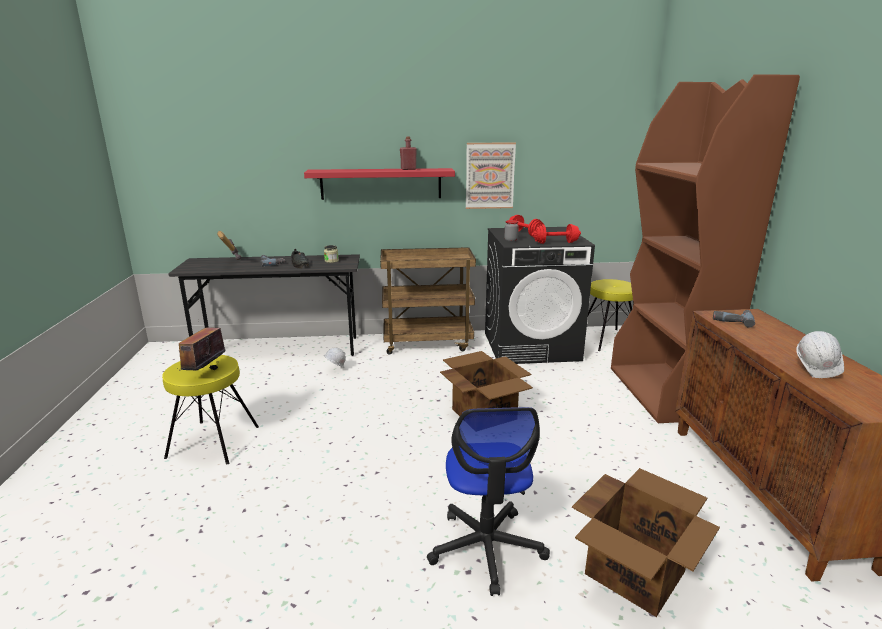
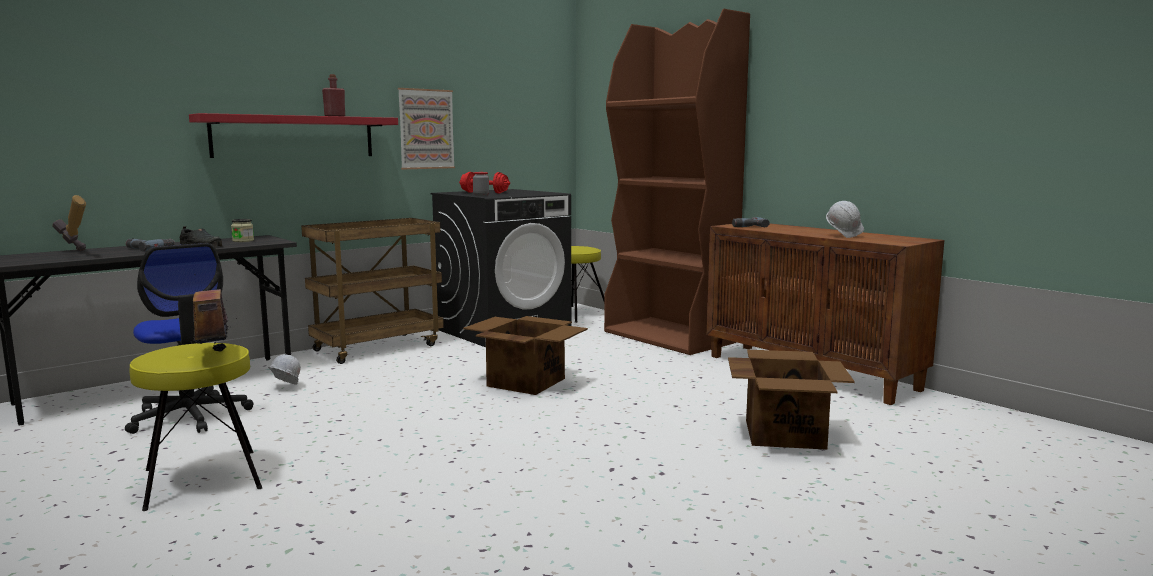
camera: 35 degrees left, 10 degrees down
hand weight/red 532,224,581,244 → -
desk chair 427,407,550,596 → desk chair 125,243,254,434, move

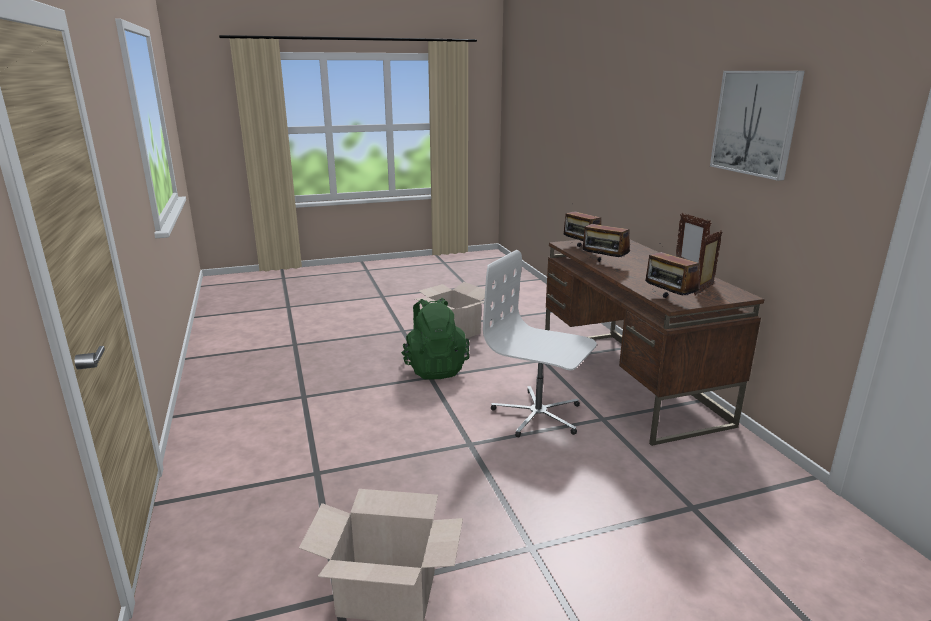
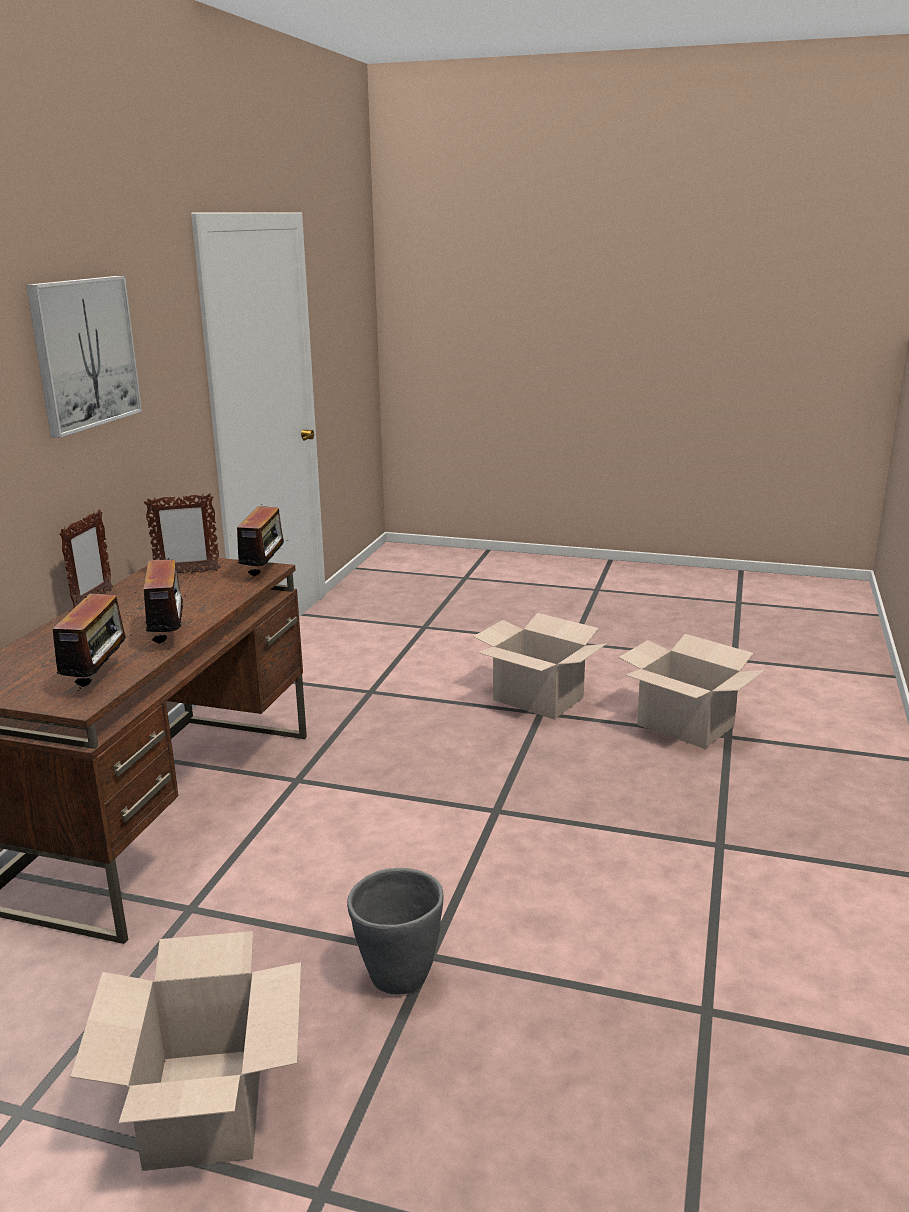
camera: 145 degrees left, 0 degrees up
desk chair/whitish 483,250,597,438 → -
- → carton 473,613,607,719
rucksack/green 401,298,469,379 → flower pot/gray 347,868,443,994

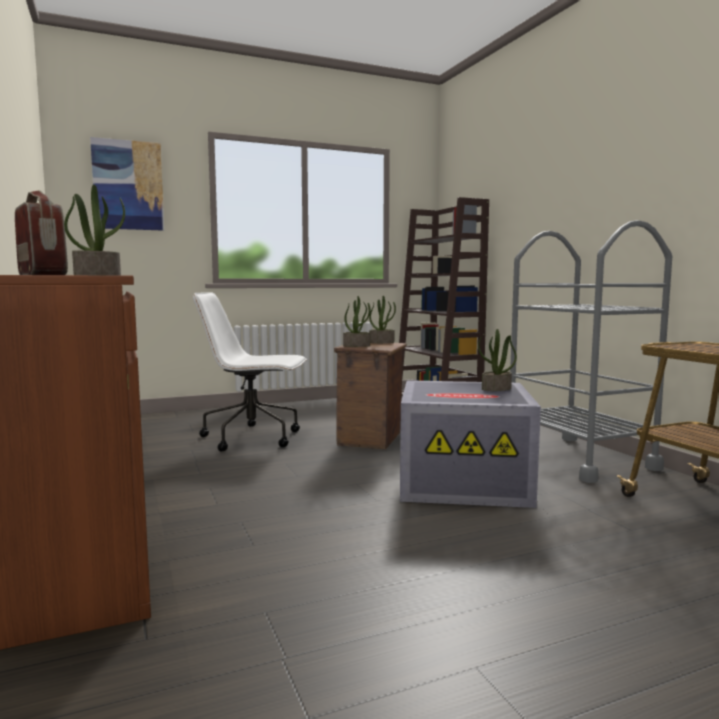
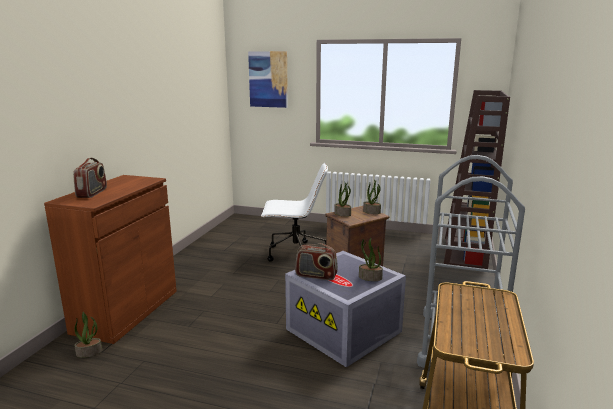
camera: 40 degrees right, 10 degrees up
- → radio set 295,243,338,280
houseplant 64,185,125,276 → houseplant 74,311,102,358, move
desk chair/whitish 193,292,307,451 → desk chair/whitish 261,163,328,262, 135 degrees clockwise

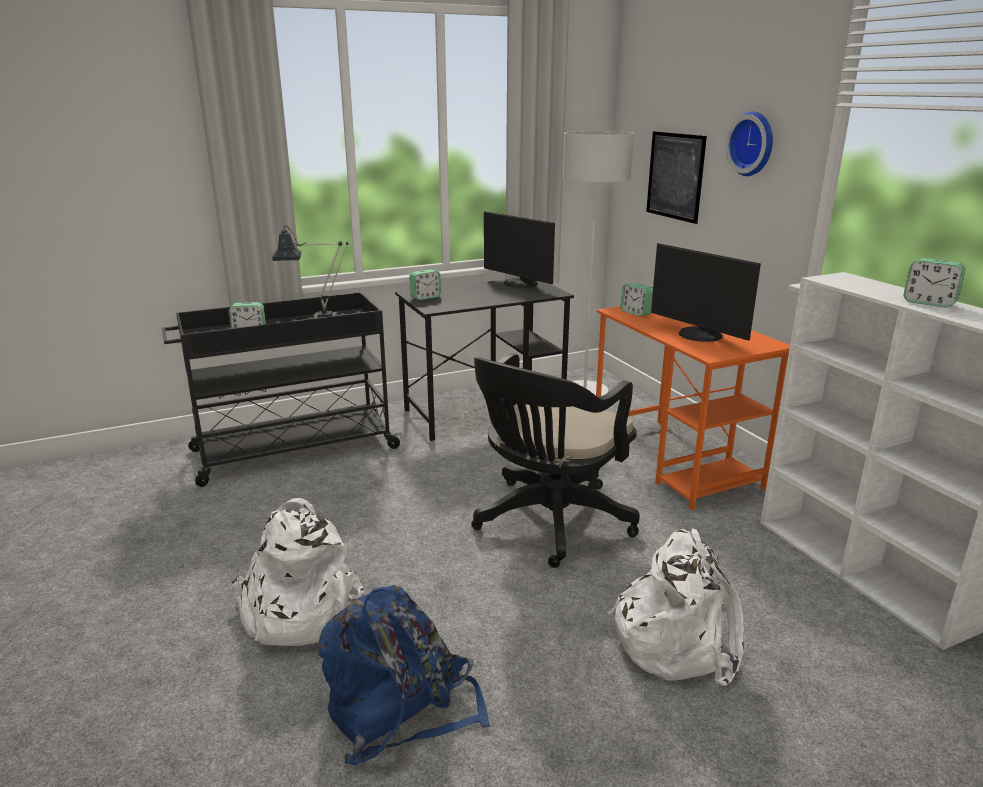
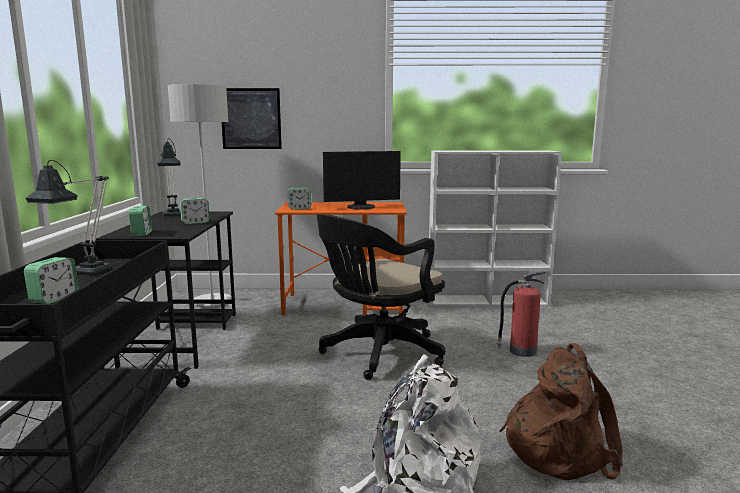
camera: 65 degrees left, 10 degrees down
hanging clock 725,111,773,176 → -
table clock 904,258,966,308 → table clock 180,198,210,224, move
computer display 484,211,555,288 → tabletop lamp 157,138,181,216
rucksack/whitish 608,529,744,686 → fire-fighting cylinder 497,271,545,357
rucksack/bluish 318,585,490,765 → rucksack/brownish 499,343,623,481
desk chair/blackish 471,353,640,568 → desk chair/blackish 317,214,445,380, 75 degrees clockwise

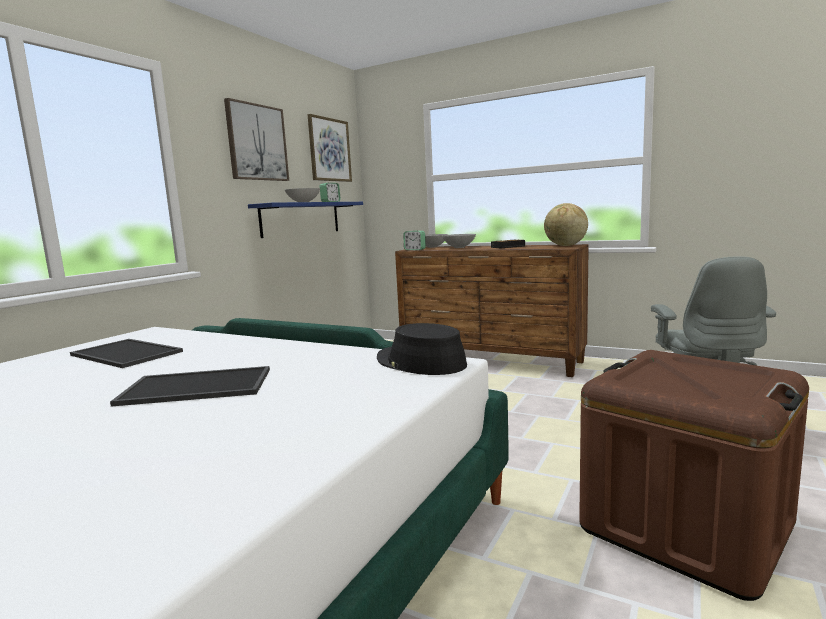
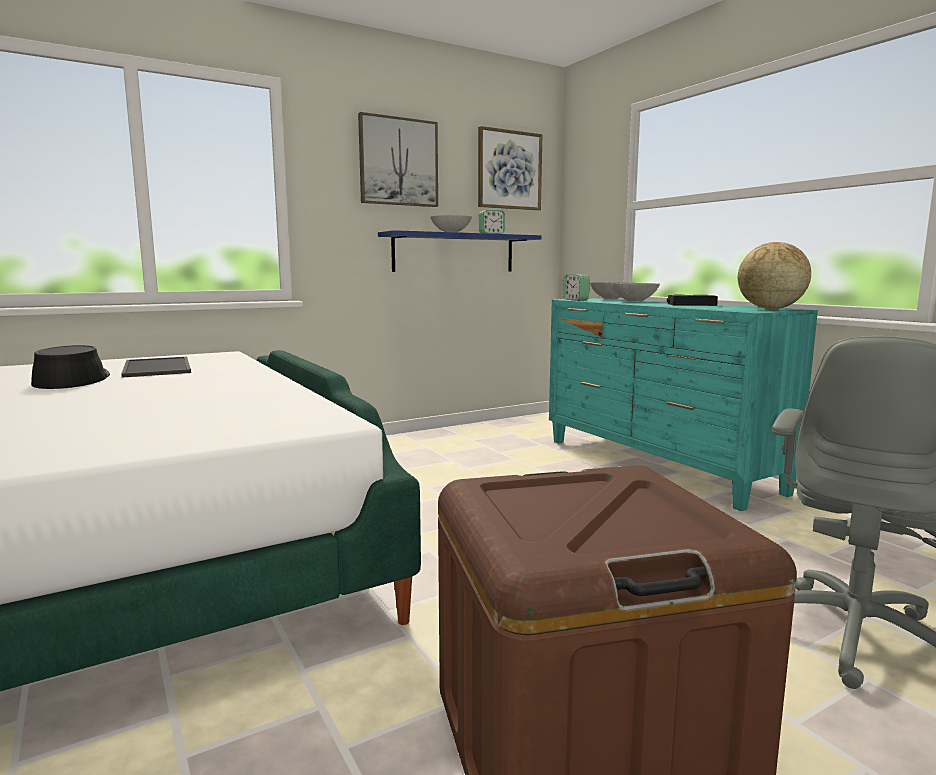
camera: 30 degrees right, 0 degrees up
tray 110,366,270,407 → -
hat/blackish 377,323,467,375 → hat/blackish 31,345,110,389, move
dresser/brownish 395,244,589,377 → dresser/blue-green 549,298,818,511

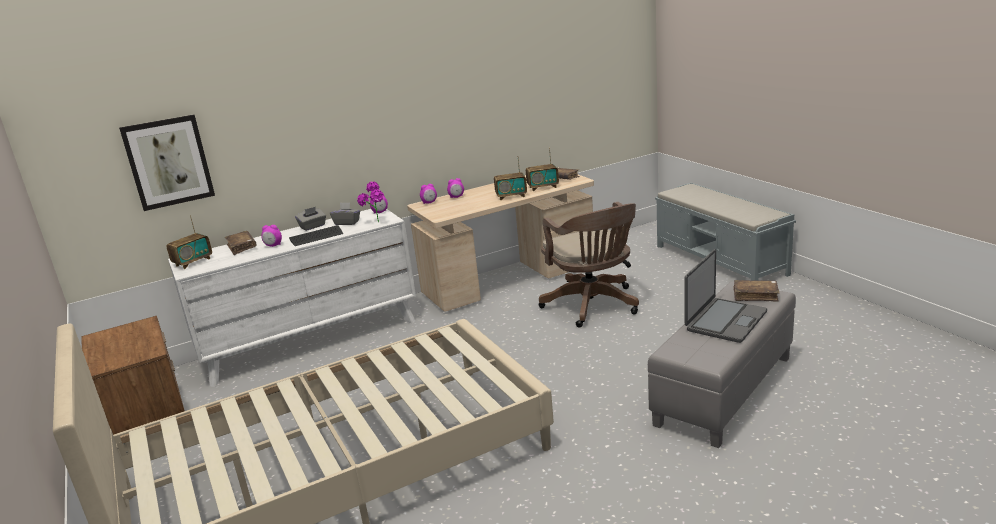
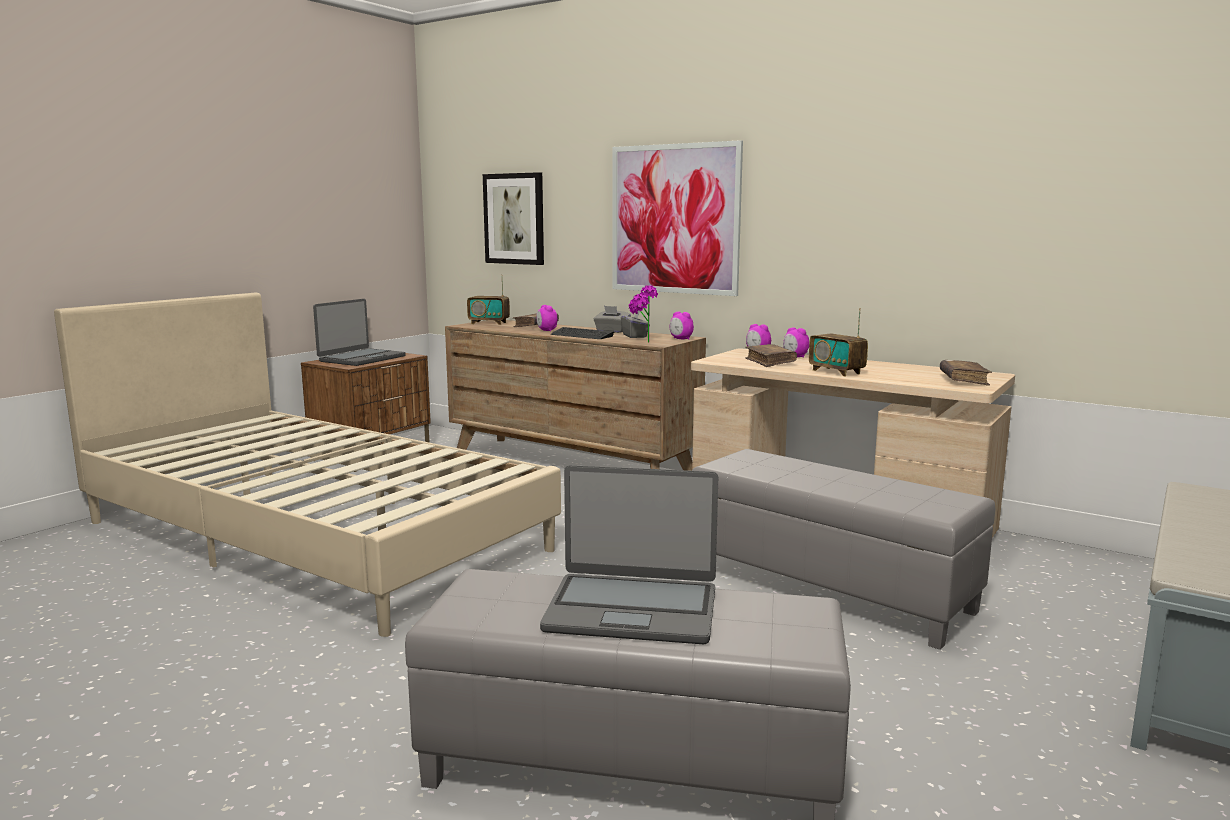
camera: 60 degrees right, 10 degrees down
radio set 526,148,559,191 → -
- → portable computer 313,299,406,366
- → wall picture 612,140,743,296
volume/brownish 733,280,779,302 → volume/brownish 745,344,797,367, move
desk chair/brownish 538,202,639,327 → pouffe/gray 692,449,995,650
dresser/whitish 168,209,416,387 → dresser/brownish 445,320,706,471

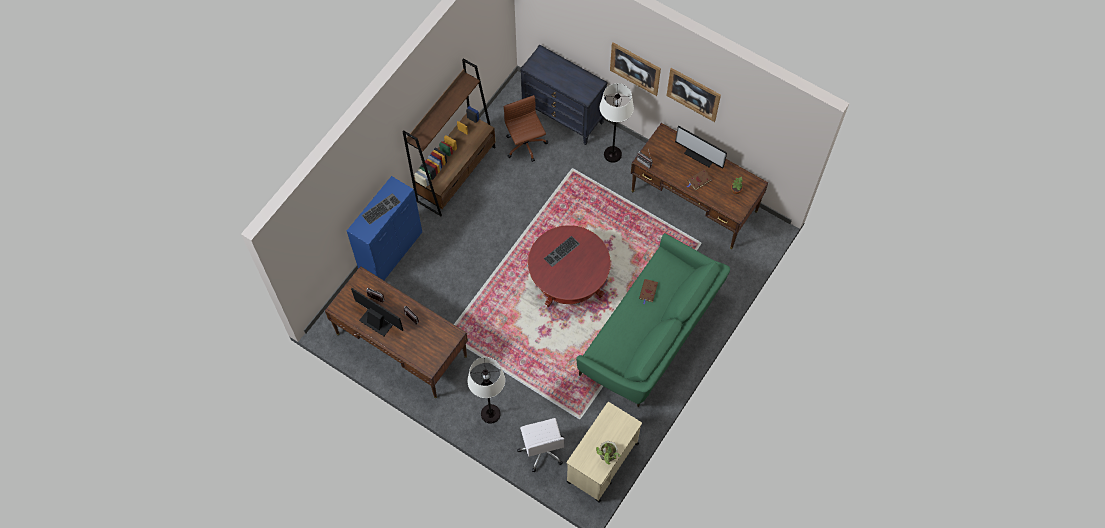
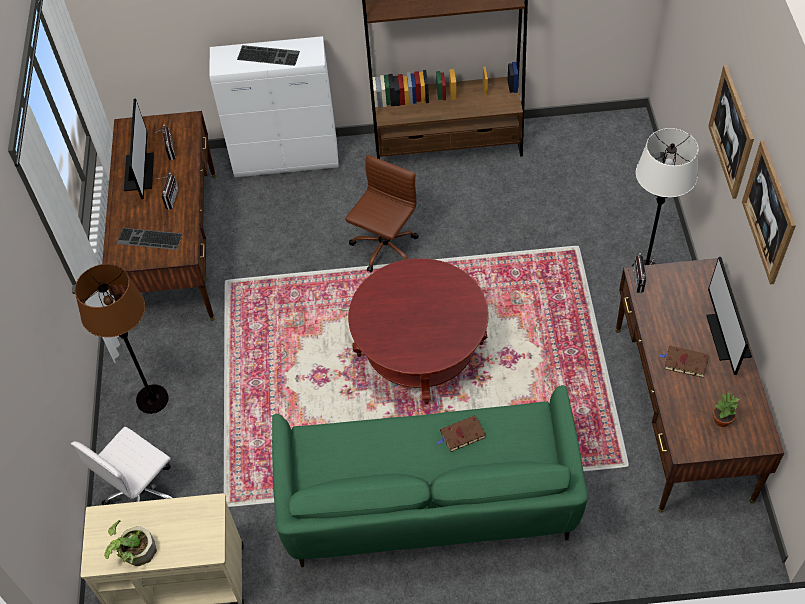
camera: 55 degrees right, 10 degrees down
dresser/blackish 520,45,607,145 → -
desk chair/brownish 504,95,548,162 → desk chair/brownish 345,155,419,273, move
computer keyboard 544,236,580,267 → computer keyboard 116,228,183,250, move
cupboard/bluish 347,176,422,280 → cupboard/whitish 209,36,339,177
floor lamp/whitish 467,357,505,424 → floor lamp/brownish 75,264,169,414

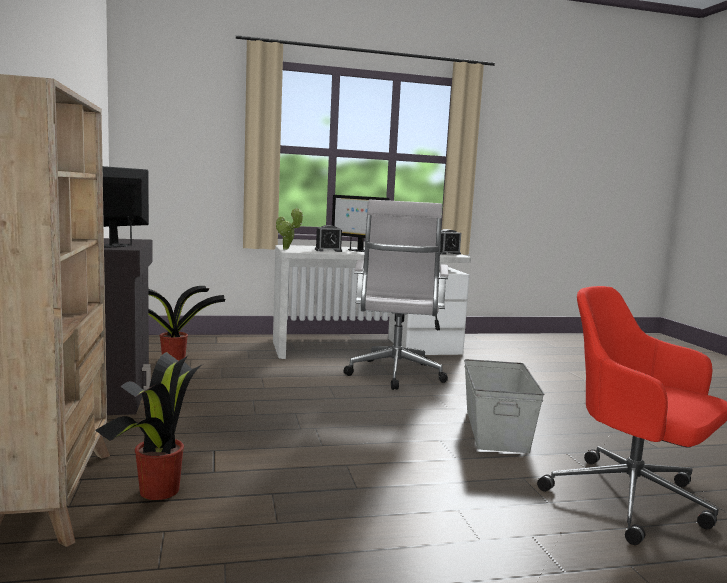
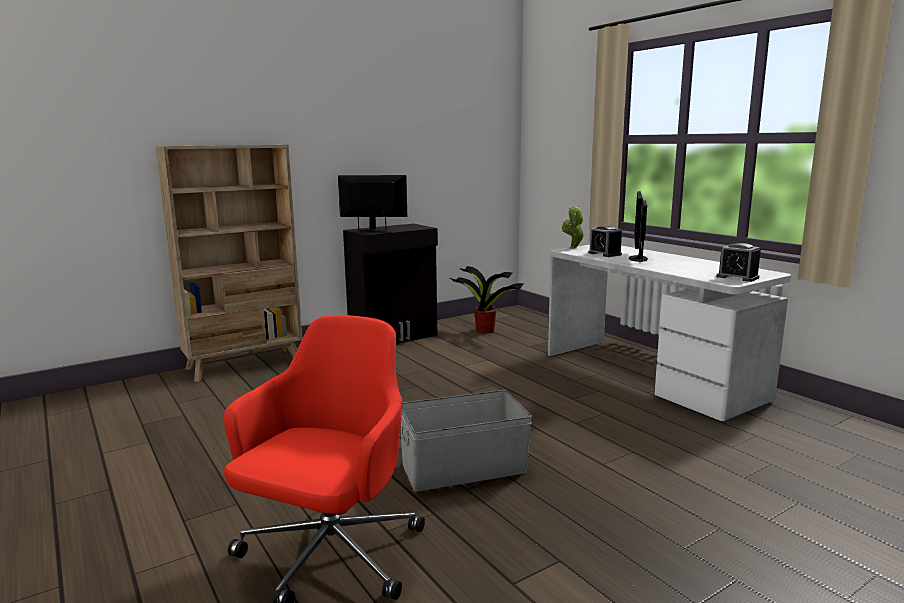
camera: 70 degrees right, 5 degrees up
houseplant 95,352,203,500 → -
desk chair/whitish 344,200,448,390 → -

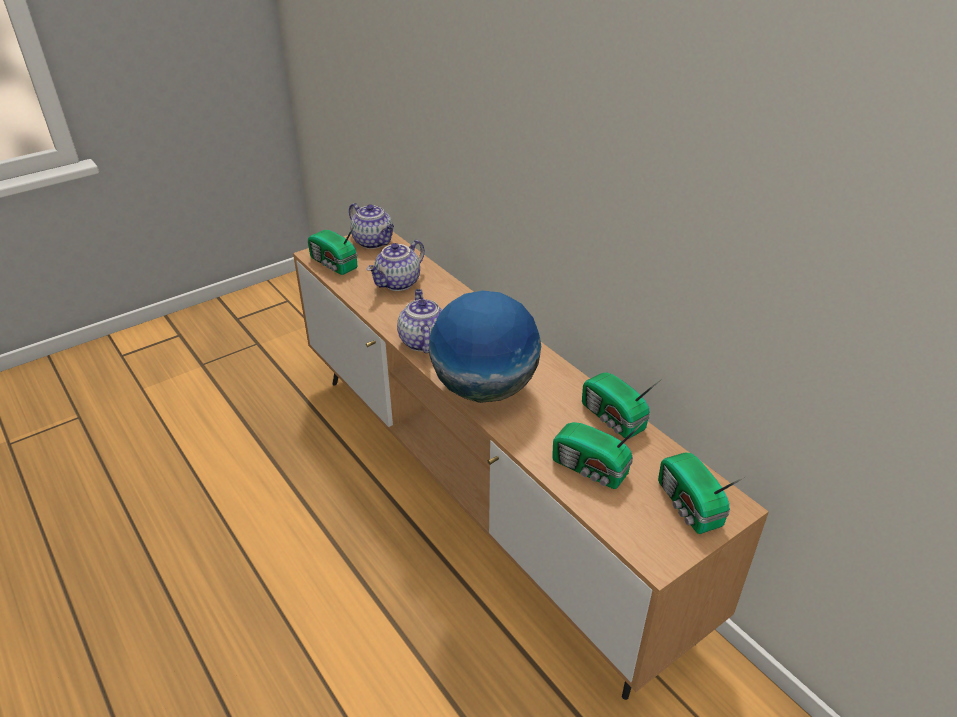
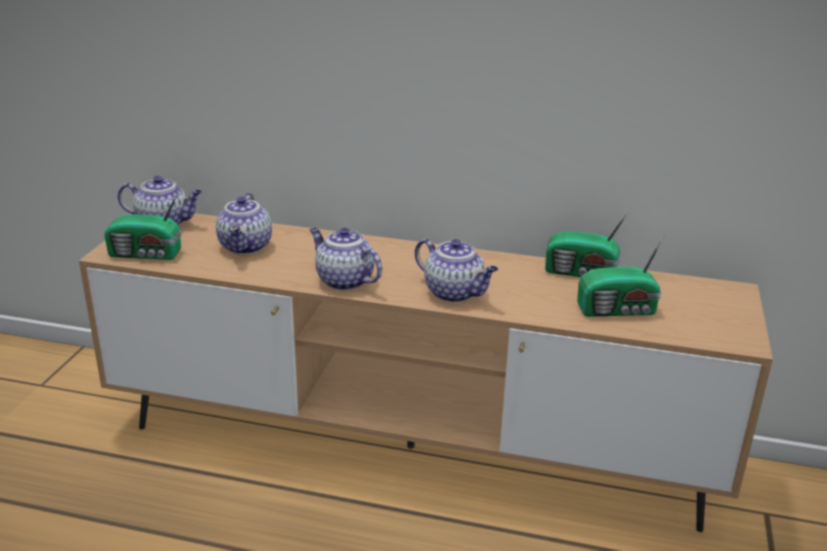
camera: 40 degrees left, 10 degrees down
radio set 658,452,745,534 → -
desk globe 429,290,541,403 → pot for tea 415,239,498,302

